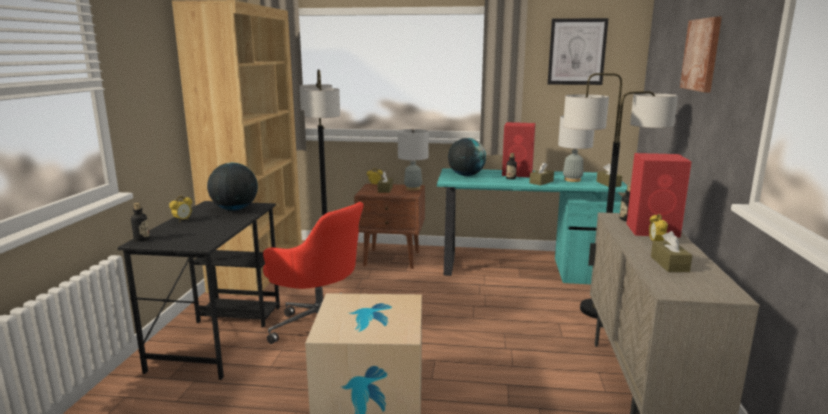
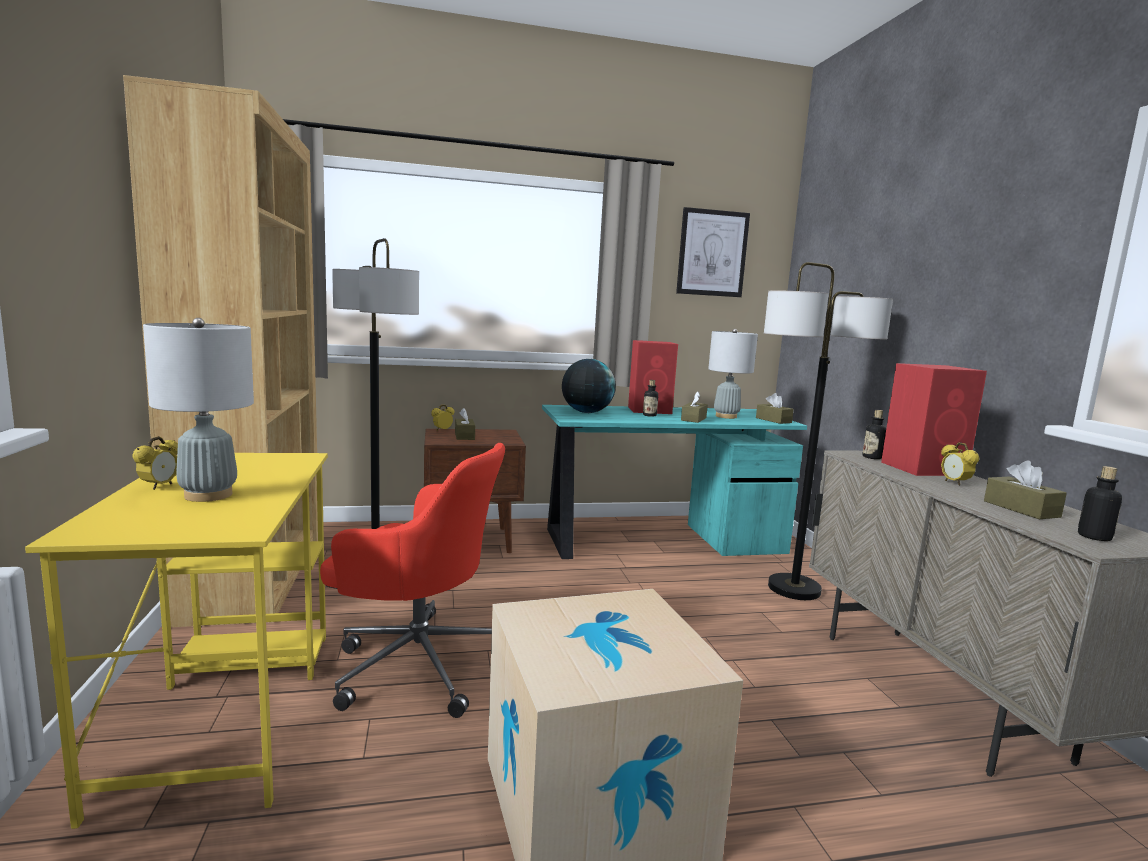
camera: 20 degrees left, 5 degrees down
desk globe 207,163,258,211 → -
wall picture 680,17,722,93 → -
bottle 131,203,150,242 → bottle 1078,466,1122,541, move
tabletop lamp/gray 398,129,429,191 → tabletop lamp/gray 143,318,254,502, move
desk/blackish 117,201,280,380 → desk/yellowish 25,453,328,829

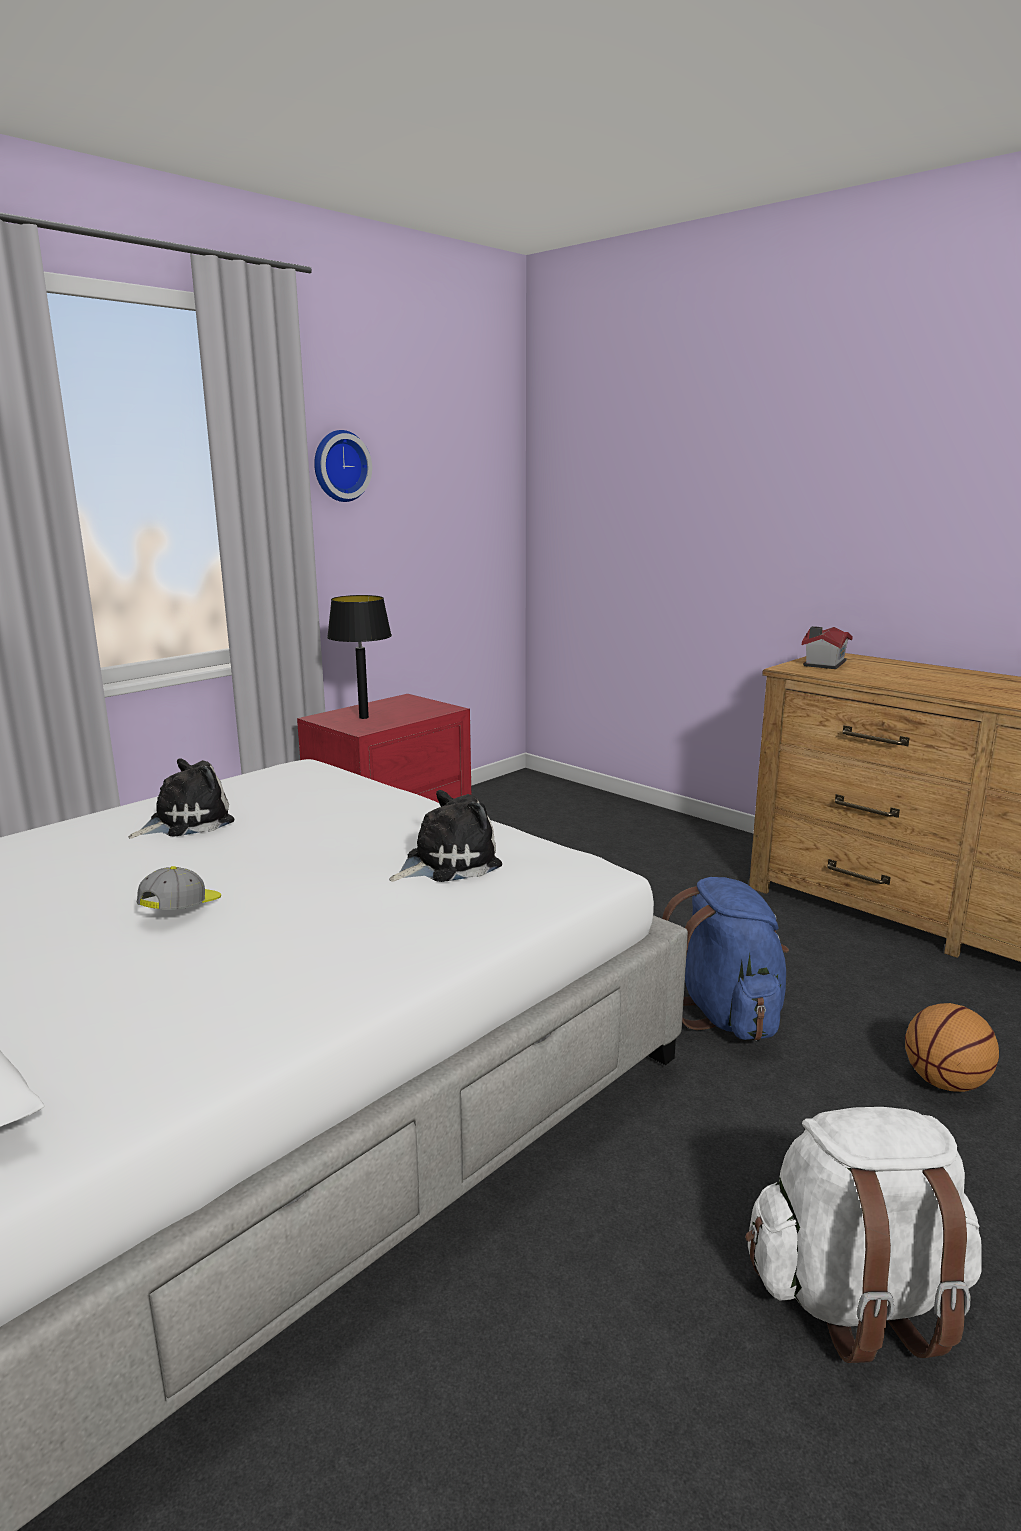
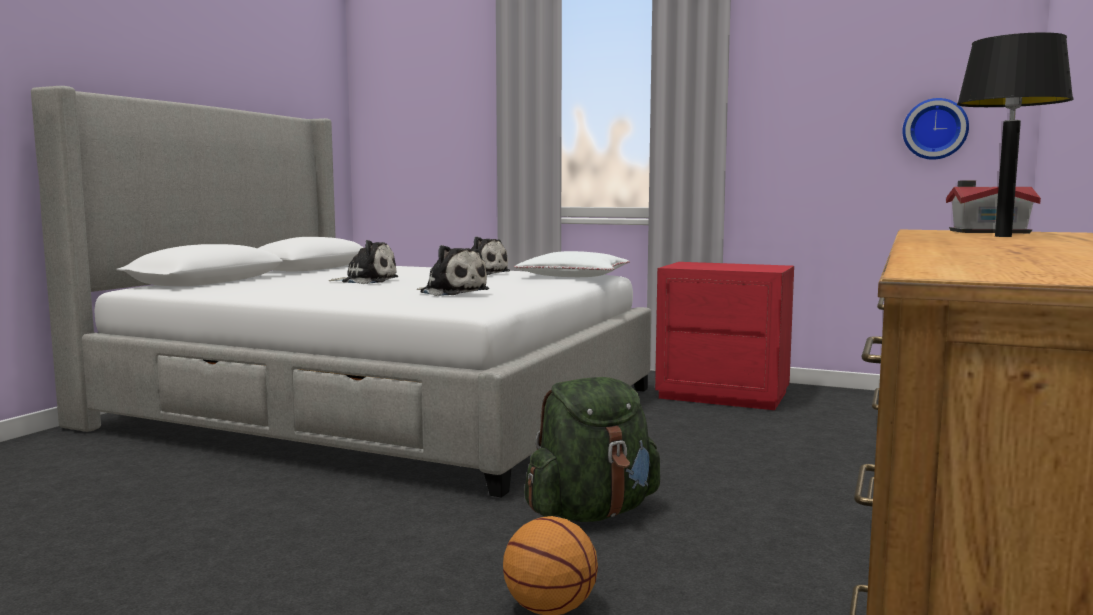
camera: 70 degrees right, 10 degrees down
rucksack/whitish 745,1107,982,1363 → -
- → throw pillow/whitish 514,251,630,277
hanging clock 314,430,372,502 → hanging clock 902,98,969,160, move
tabletop lamp/blackish 327,595,392,719 → tabletop lamp/blackish 957,32,1074,237, move
cap 136,866,221,910 → soft toy 328,240,398,284
rucksack/bluish 662,877,789,1041 → rucksack/green 524,377,660,522

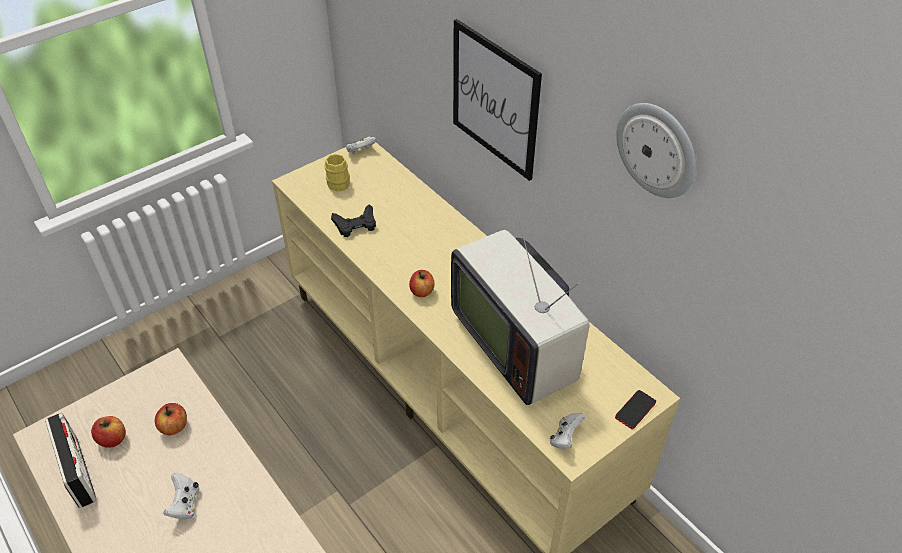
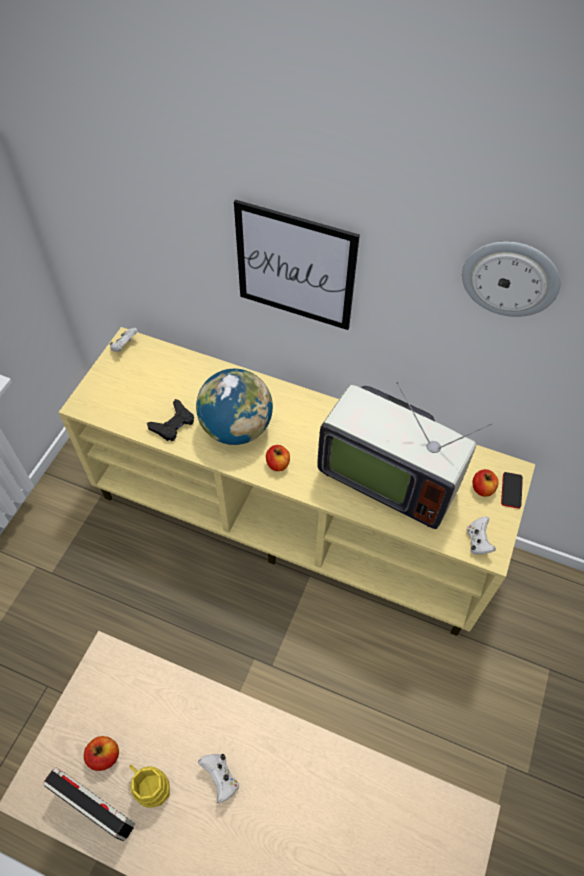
camera: 30 degrees left, 10 degrees up
- → desk globe 196,369,273,445
apple 155,403,187,435 → apple 473,469,499,497, move
tea mug/yellowish 325,154,350,191 → tea mug/yellowish 129,765,170,808, move

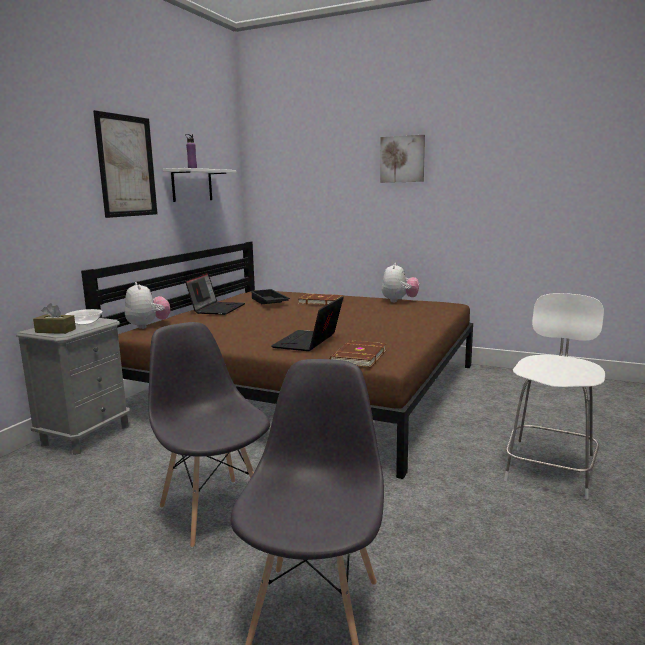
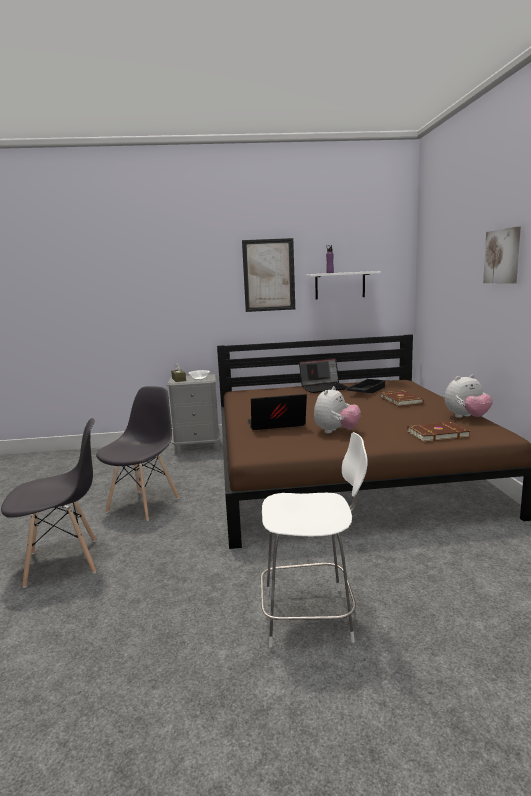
camera: 60 degrees right, 0 degrees up
soft toy 125,282,171,329 → soft toy 314,386,361,434, move
volume/brownish 330,340,387,368 → volume/brownish 407,422,470,442, move

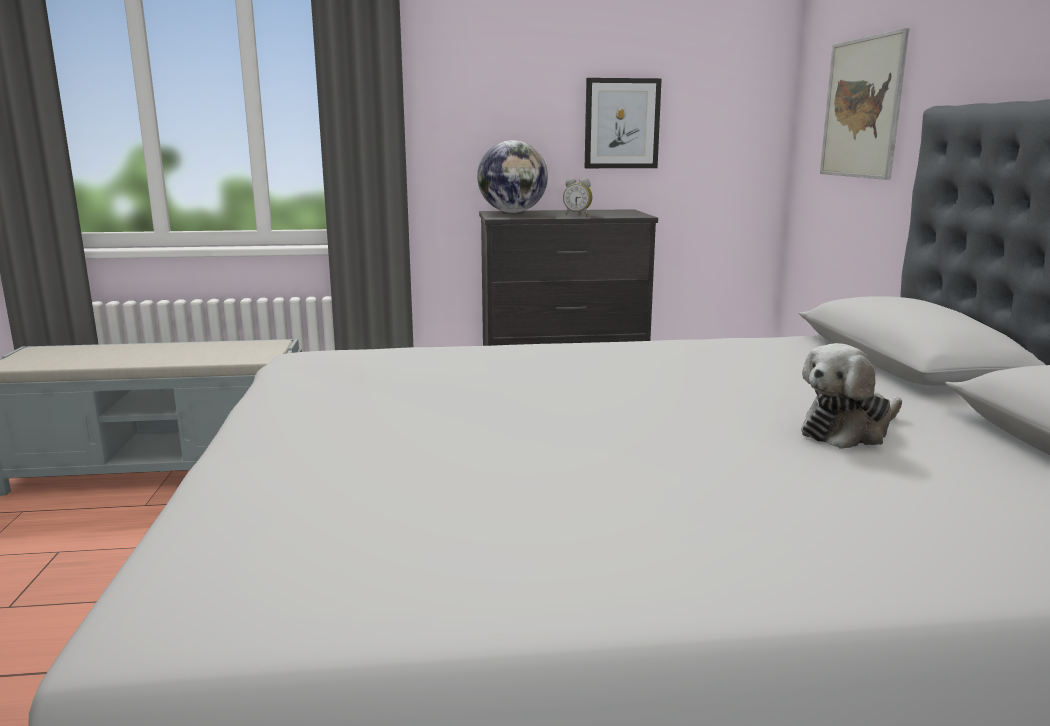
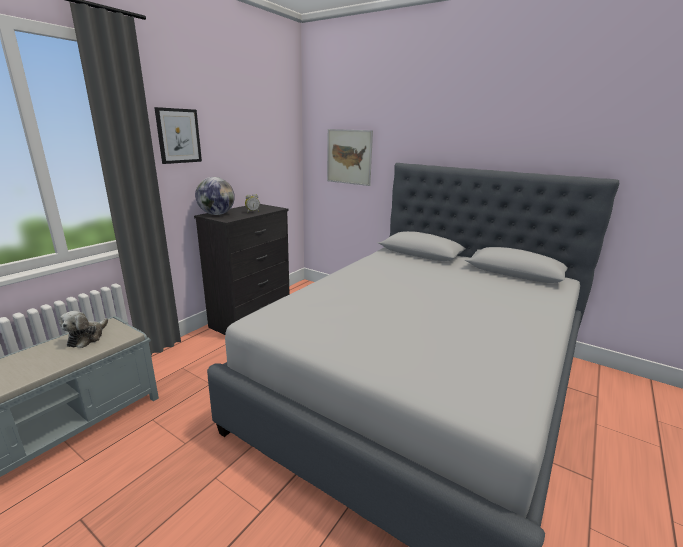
camera: 50 degrees left, 5 degrees up
wall picture 585,78,662,168 → wall picture 154,107,202,164, move
soft toy 801,343,902,449 → soft toy 60,311,108,348, move

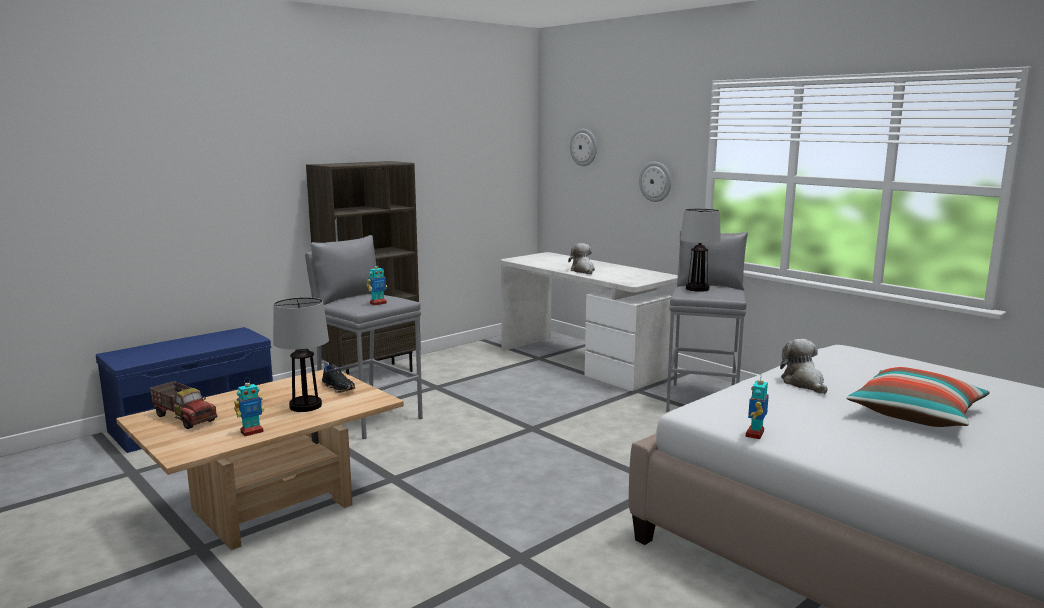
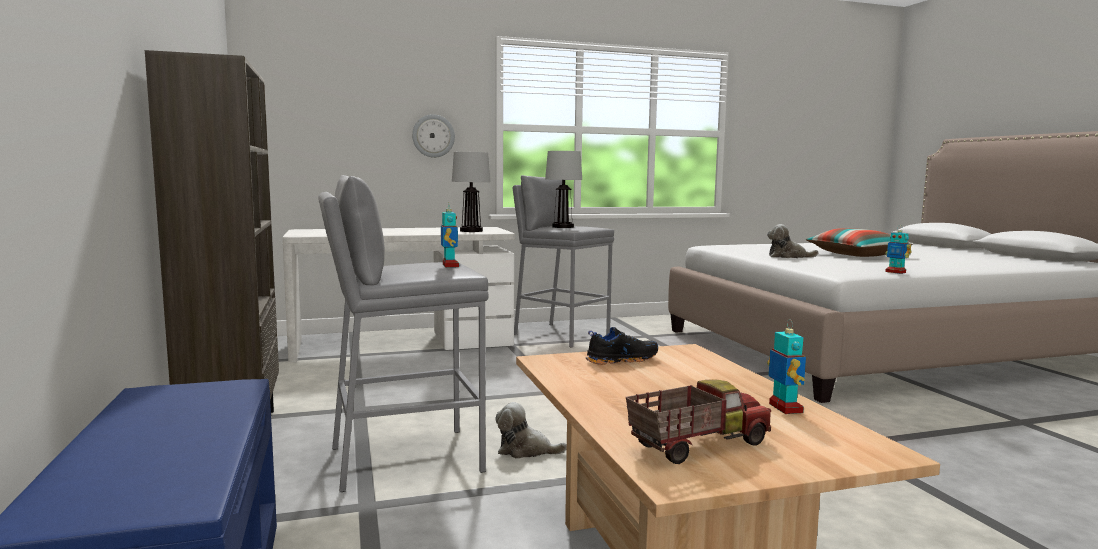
camera: 65 degrees left, 5 degrees down
hanging clock 570,129,597,166 → -
tabletop lamp 273,297,329,412 → tabletop lamp 452,152,491,232, move
soft toy 568,243,595,275 → soft toy 496,402,567,459, move

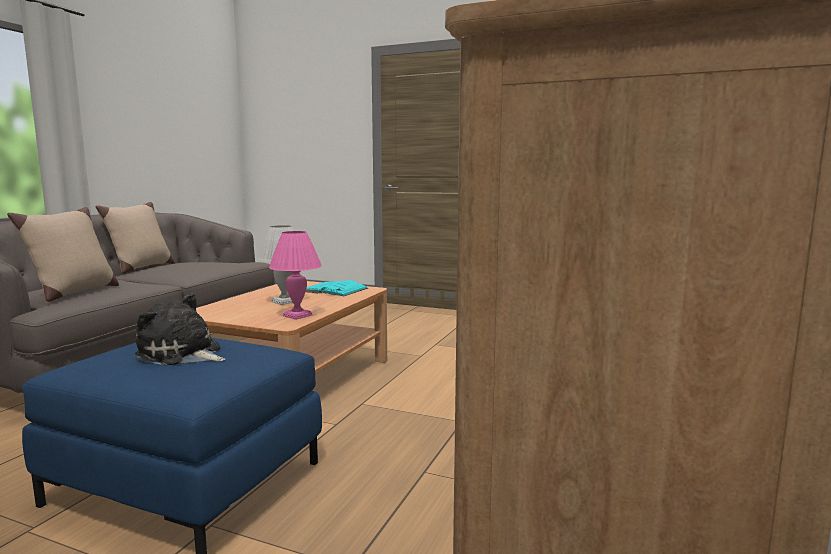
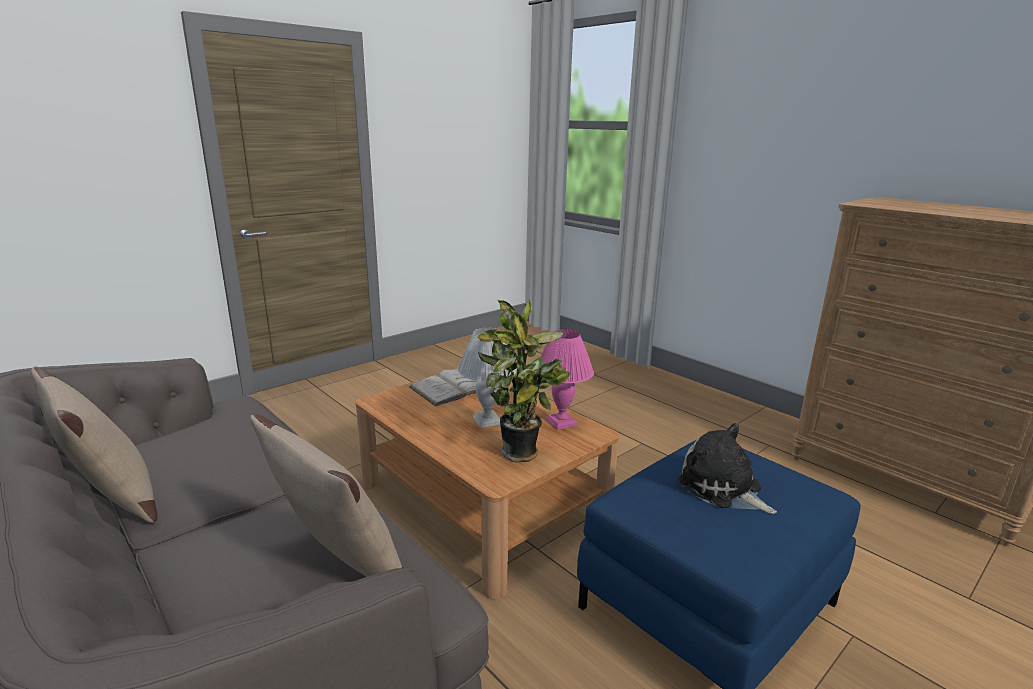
camera: 65 degrees left, 10 degrees up
- → houseplant 477,299,570,463
volume/blue-green 306,280,368,296 → volume/whitish 409,370,477,406
soft toy 135,293,225,366 → soft toy 678,423,777,514, 90 degrees clockwise

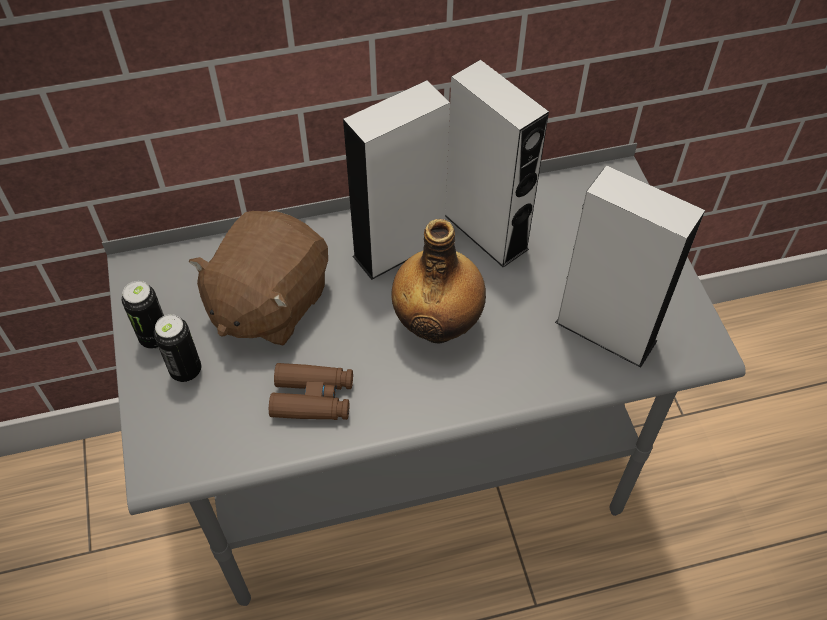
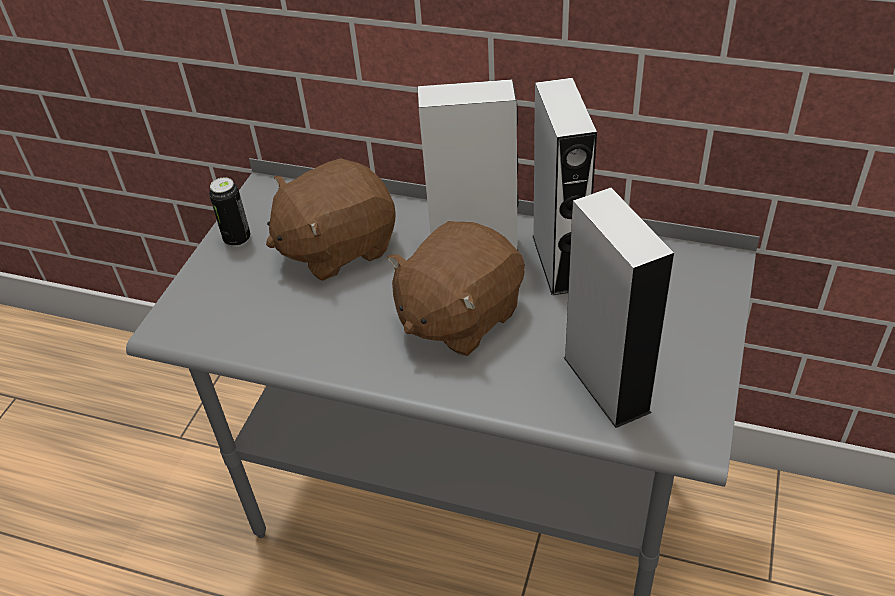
camera: 35 degrees right, 10 degrees down
sealed can 154,314,201,382 → -
pair of binoculars/brownish 269,363,353,420 → -
bottle 391,219,486,344 → soft toy/brownish 387,221,525,356

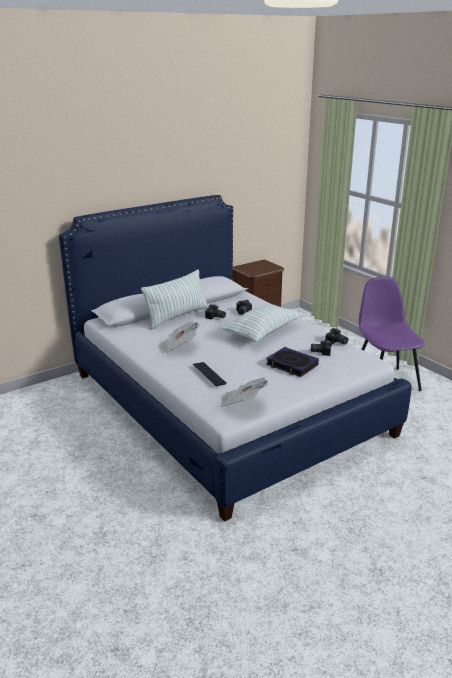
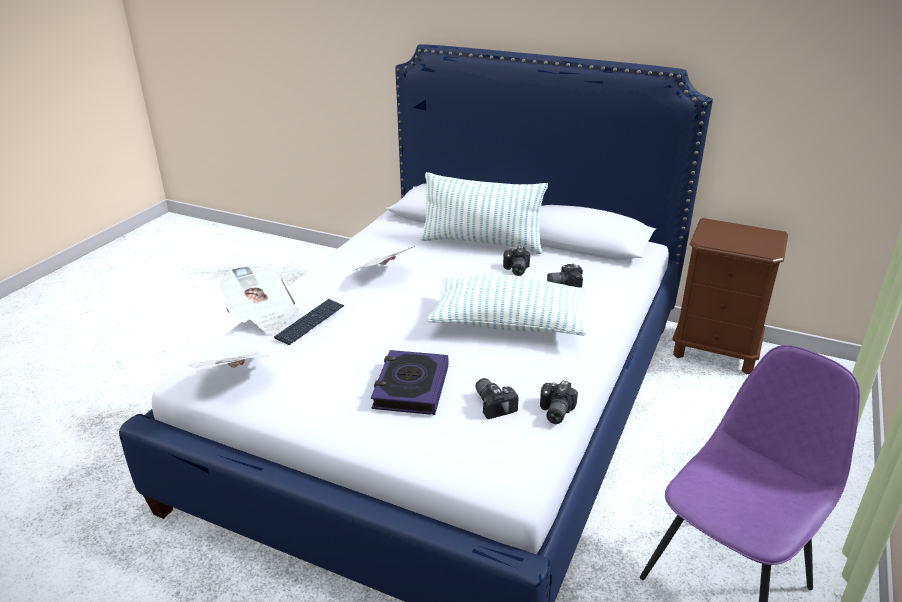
camera: 60 degrees right, 5 degrees up
- → newspaper 220,265,299,334

